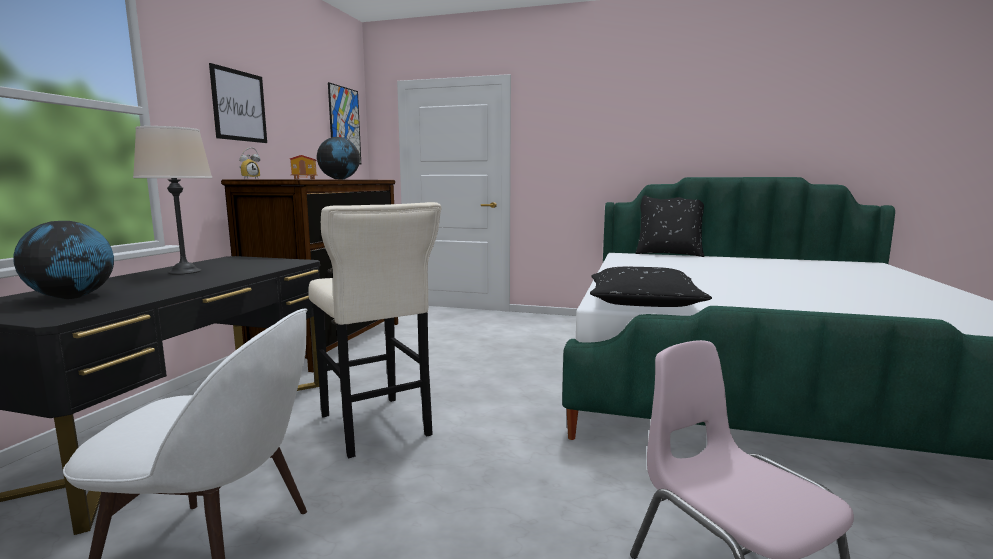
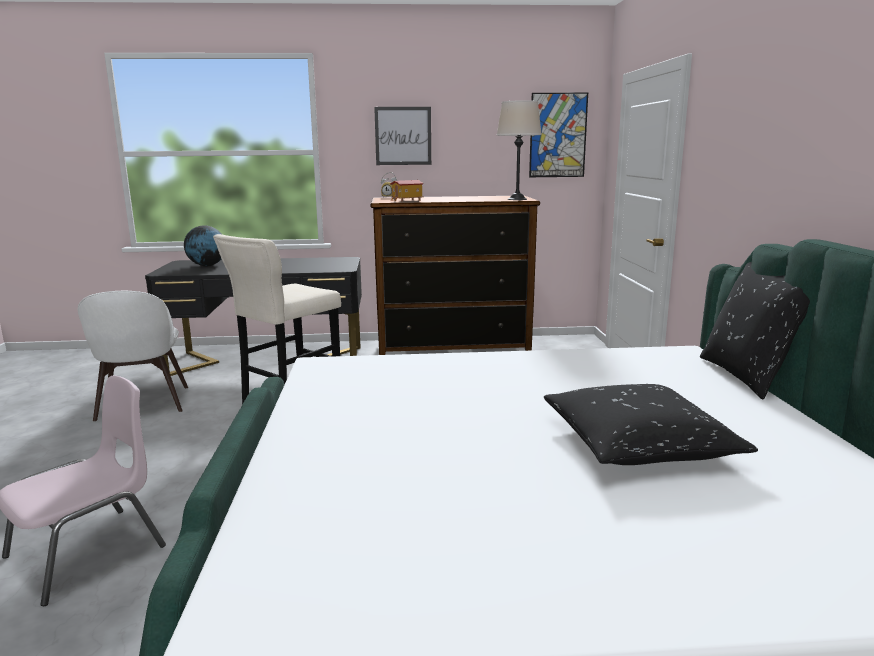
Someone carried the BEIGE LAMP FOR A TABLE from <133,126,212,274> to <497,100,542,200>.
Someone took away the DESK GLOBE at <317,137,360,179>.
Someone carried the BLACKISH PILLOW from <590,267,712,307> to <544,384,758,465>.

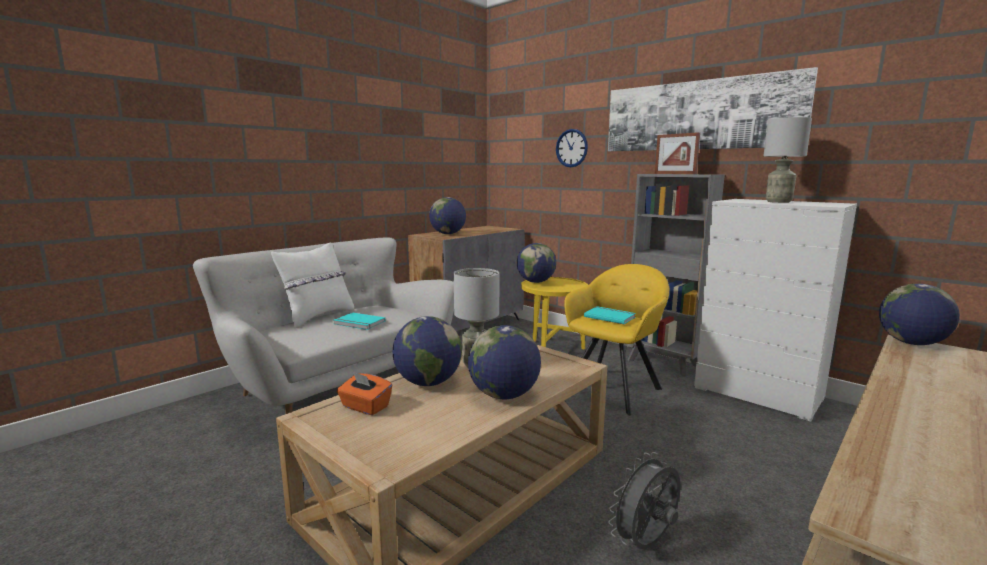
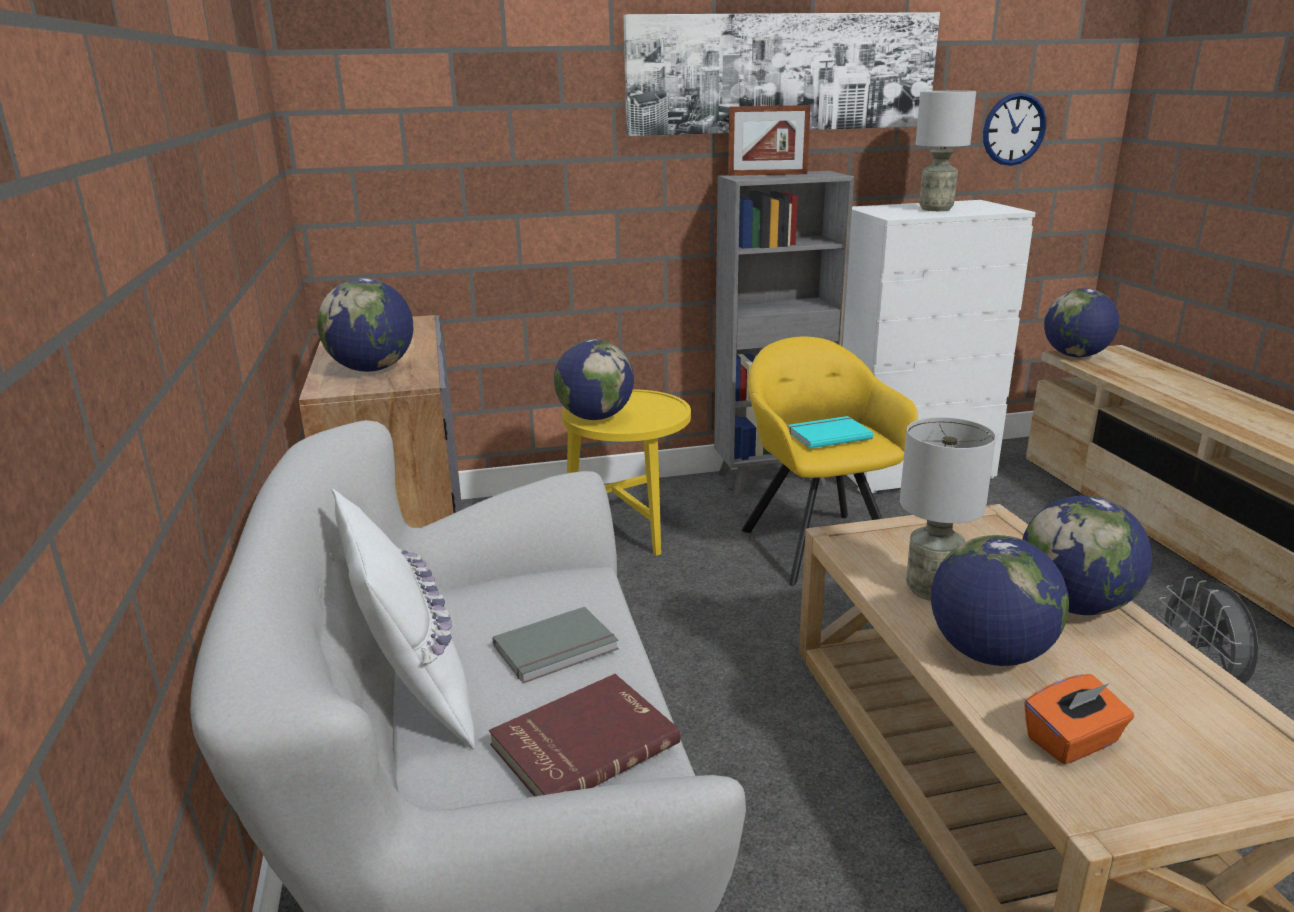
Someone carried the HANGING CLOCK from <556,129,588,167> to <983,93,1046,166>.
Someone repainted the TURQUOISE-COLOURED BOOK at <334,313,386,330>, which became the GREY BOOK at <493,607,619,683>.
Someone put down the REDDISH BOOK at <489,674,681,797>.

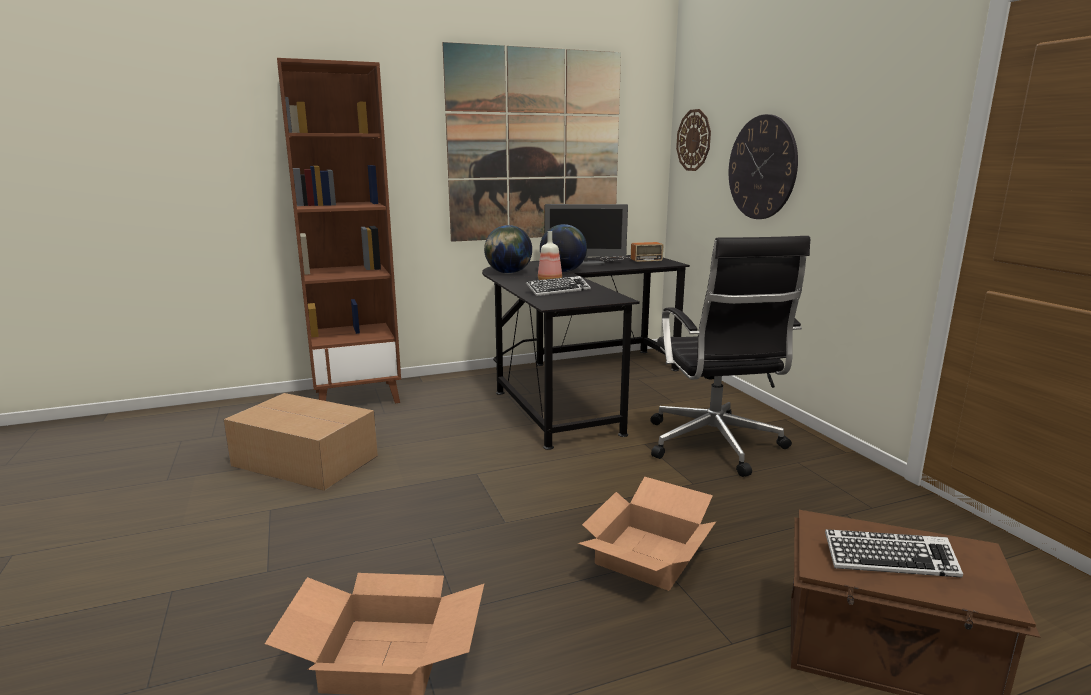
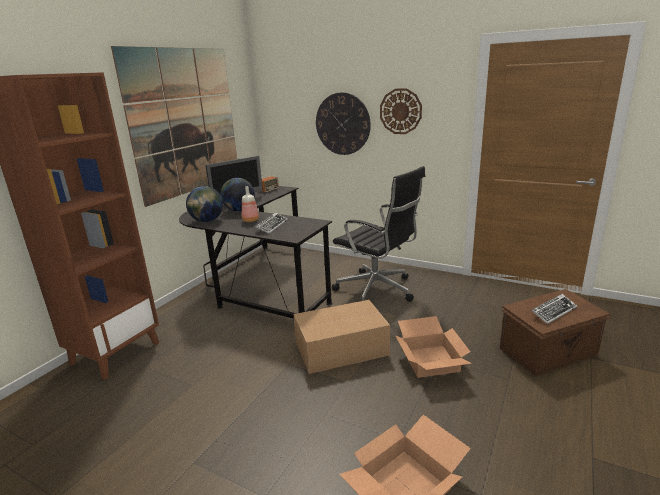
Someone carried the HANGING CLOCK from <676,109,711,171> to <380,88,422,134>.
Someone carried the CARTON from <224,393,378,491> to <294,300,390,374>.

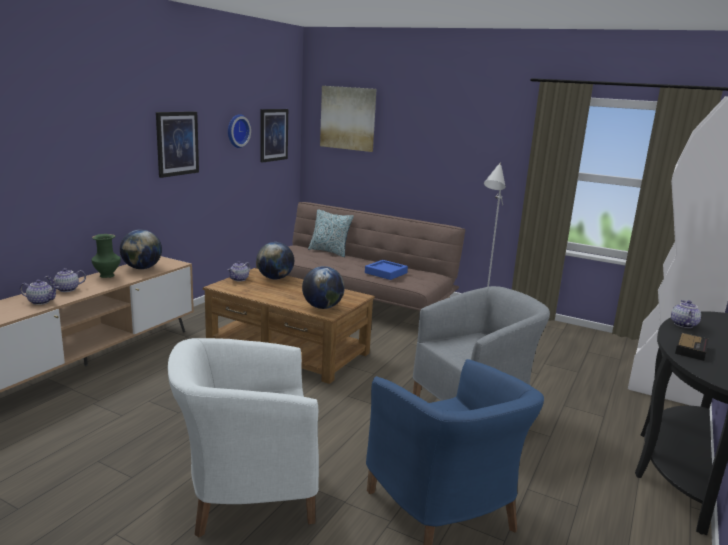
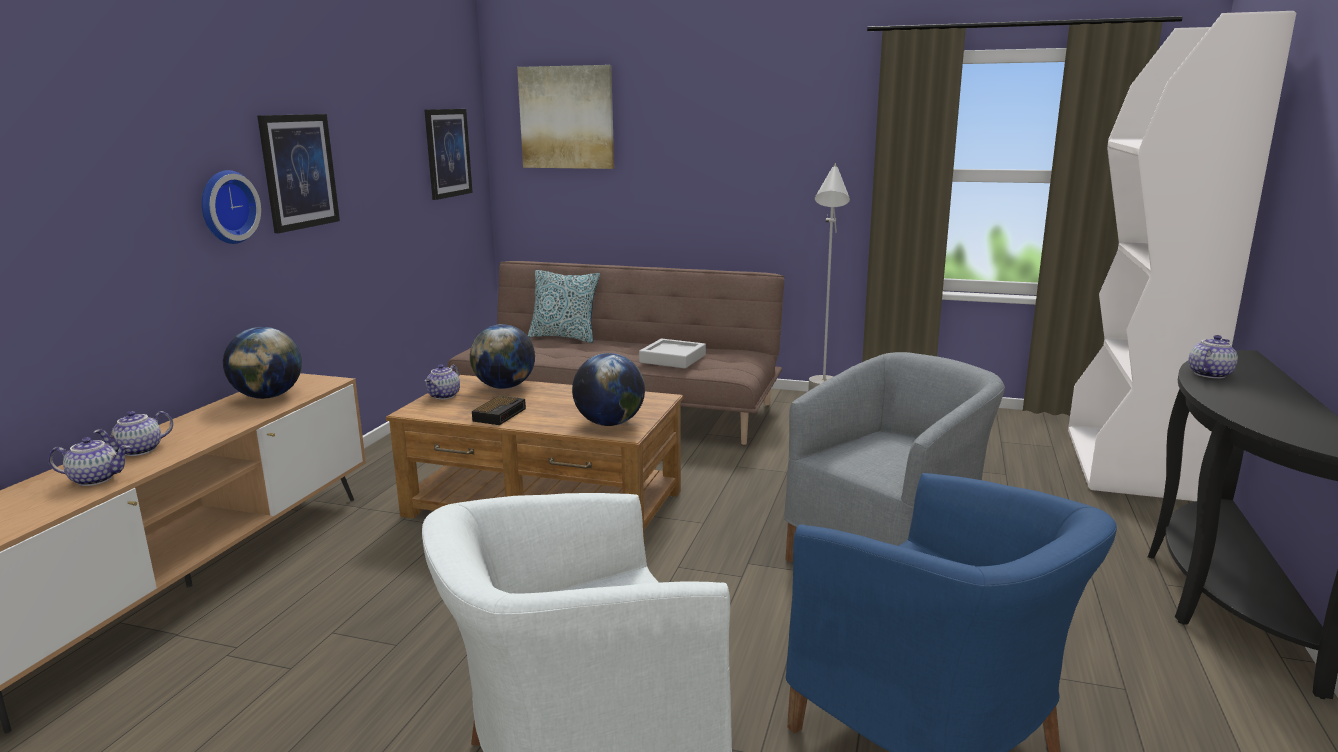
Someone carried the HANGING CLOCK from <228,114,251,148> to <202,170,261,244>.
Someone took away the GREEN DECORATIVE VASE at <91,234,121,278>.
Someone repainted the BLUE-COLOURED SERVING TRAY at <365,260,408,280>, which became the GREY SERVING TRAY at <639,338,706,368>.
Someone rotated the TEA POT at <671,300,701,328> by 45 degrees clockwise.
Someone carried the TABLE CLOCK from <675,332,709,361> to <472,396,526,425>.

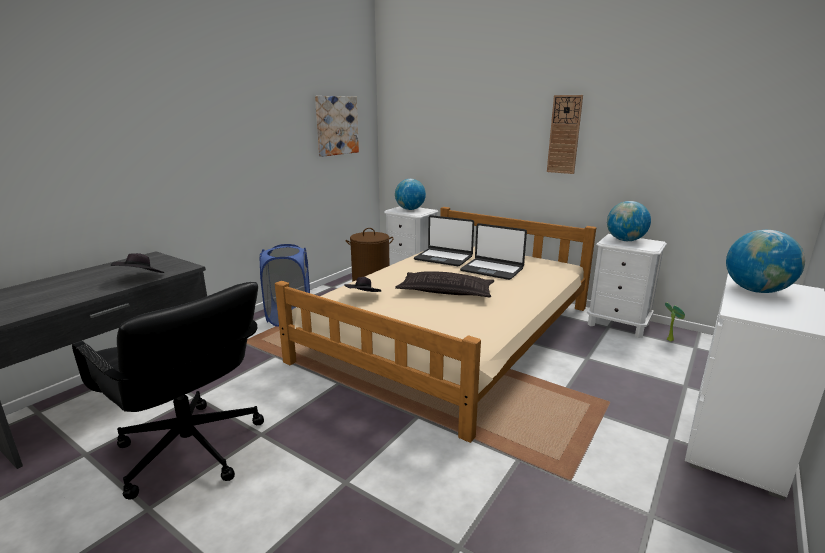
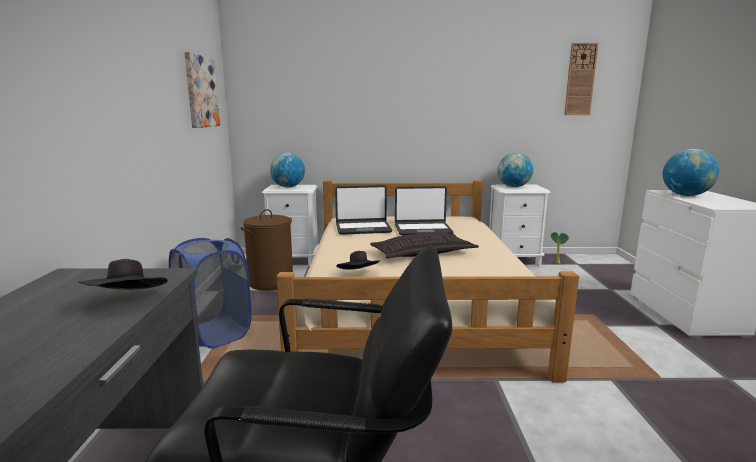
Someone carried the HANGING CLOCK from <547,95,583,174> to <564,43,599,115>.

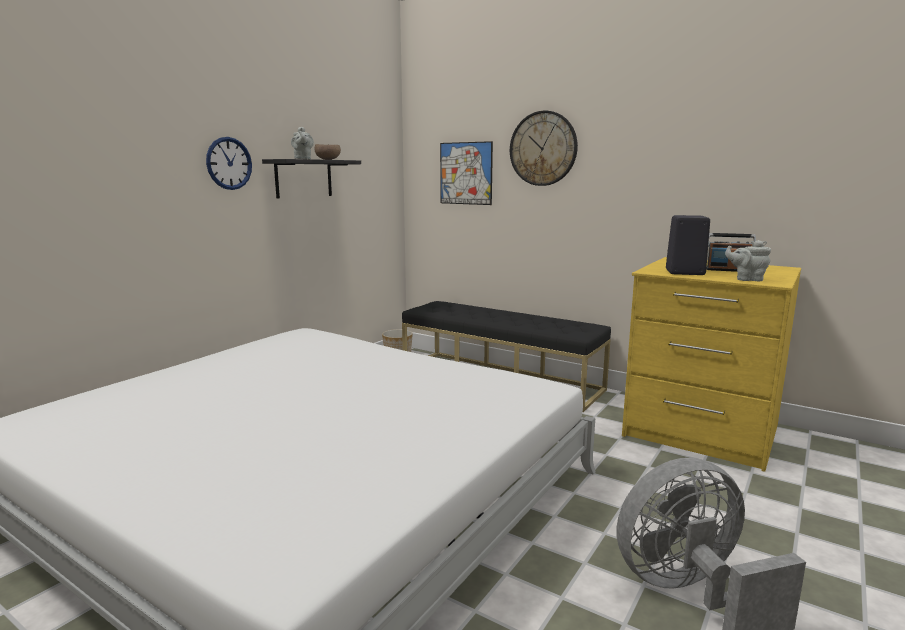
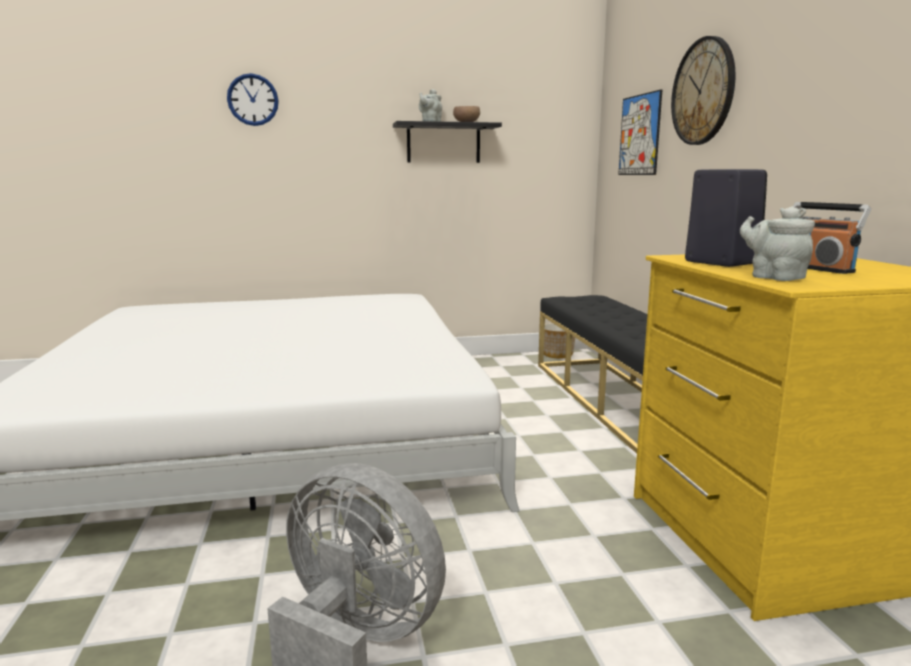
Someone carried the HANGING CLOCK from <206,137,252,190> to <227,73,279,126>.

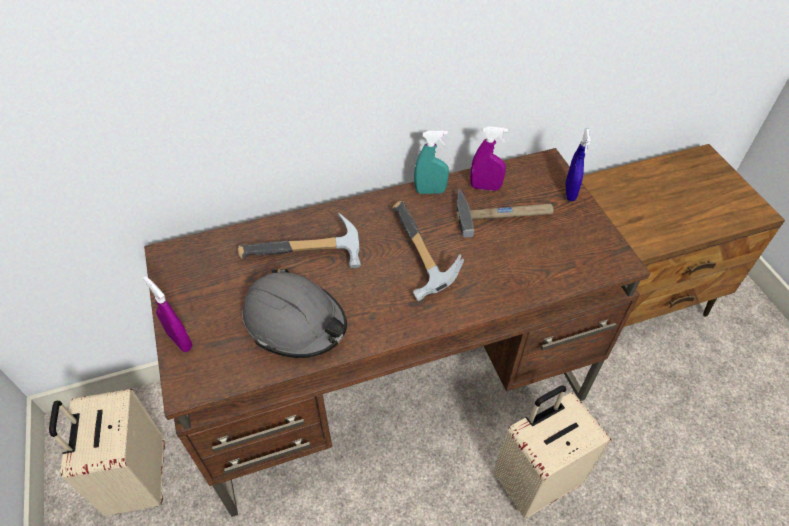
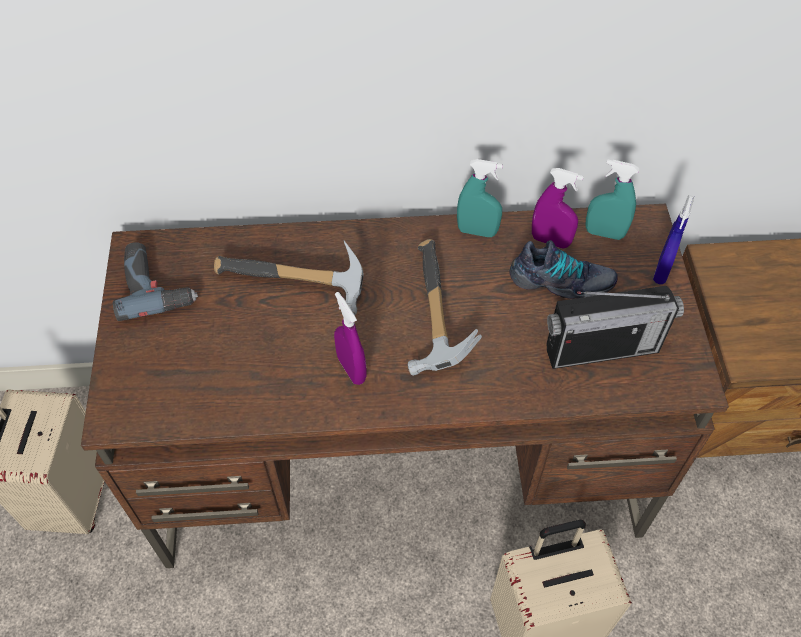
Someone swapped the HAND HAMMER at <456,190,554,238> for the SHOE at <509,240,618,299>.
Someone took away the GREY SAFETY HELMET at <242,268,347,358>.
Someone carried the PURPLE-COLOURED SPRAY BOTTLE from <143,276,192,352> to <334,292,367,385>.
Someone put down the TURQUOISE-COLOURED SPRAY BOTTLE at <585,159,639,240>.
Someone put down the POWER DRILL at <113,242,198,321>.
Someone put down the RADIO at <547,286,684,369>.

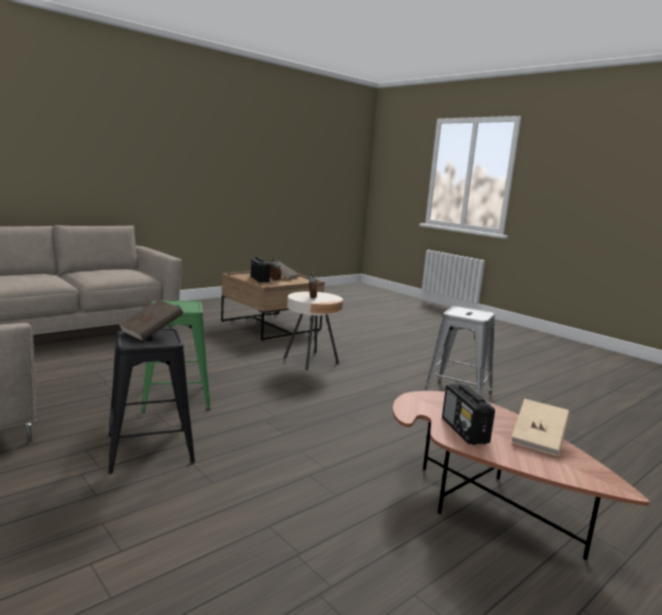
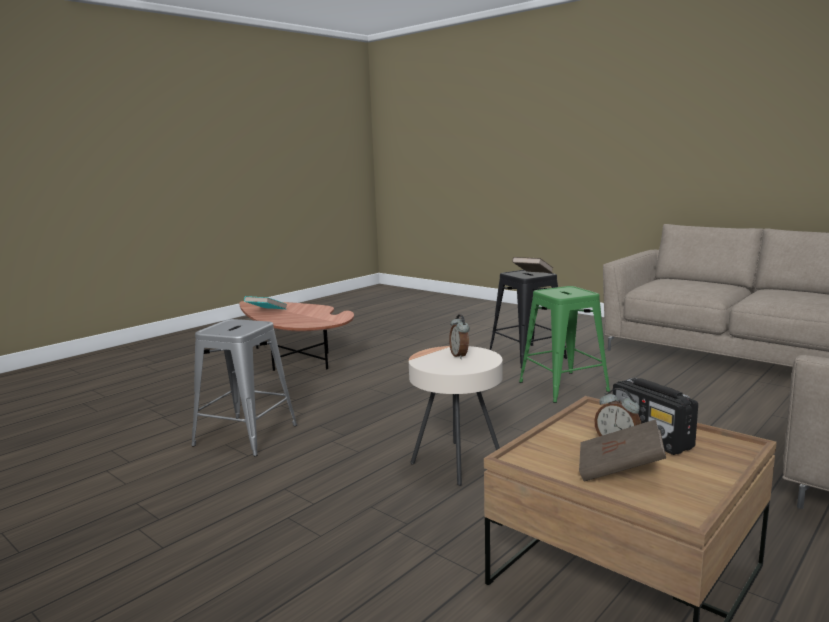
Someone took away the RADIO at <442,384,495,445>.
Someone repainted the BEIGE BOOK at <511,399,570,456>, which became the TURQUOISE-COLOURED BOOK at <244,296,287,309>.

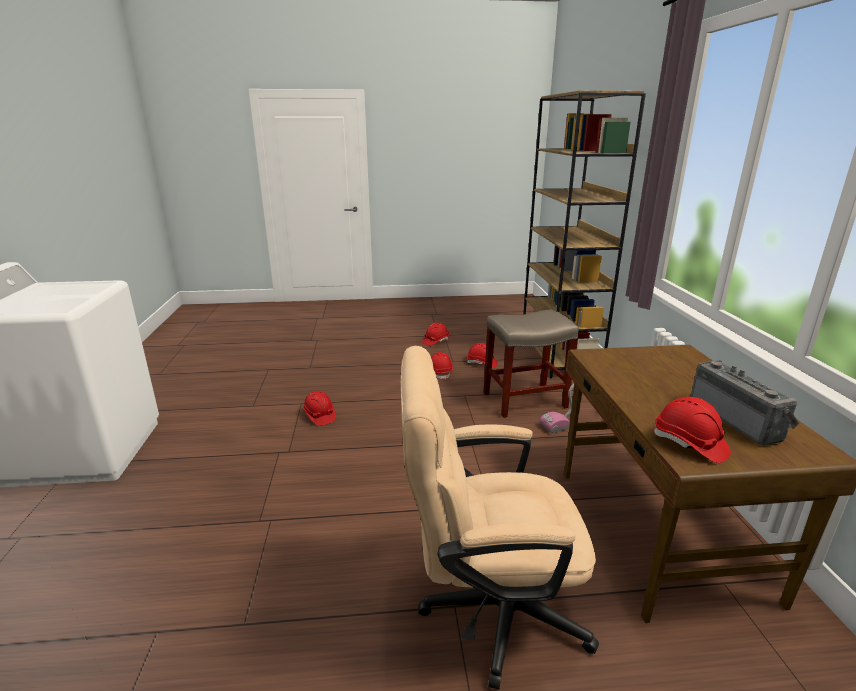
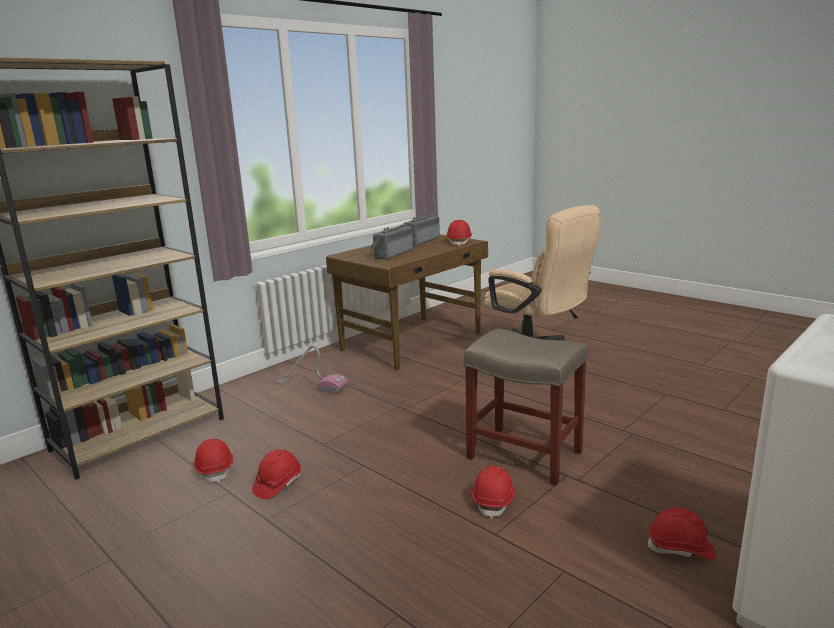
Someone carried the BEIGE STOOL from <483,309,579,418> to <464,329,588,486>.
Someone carried the REDDISH SAFETY HELMET from <422,322,449,346> to <647,507,716,560>.
Someone put down the RADIO at <370,224,413,260>.

